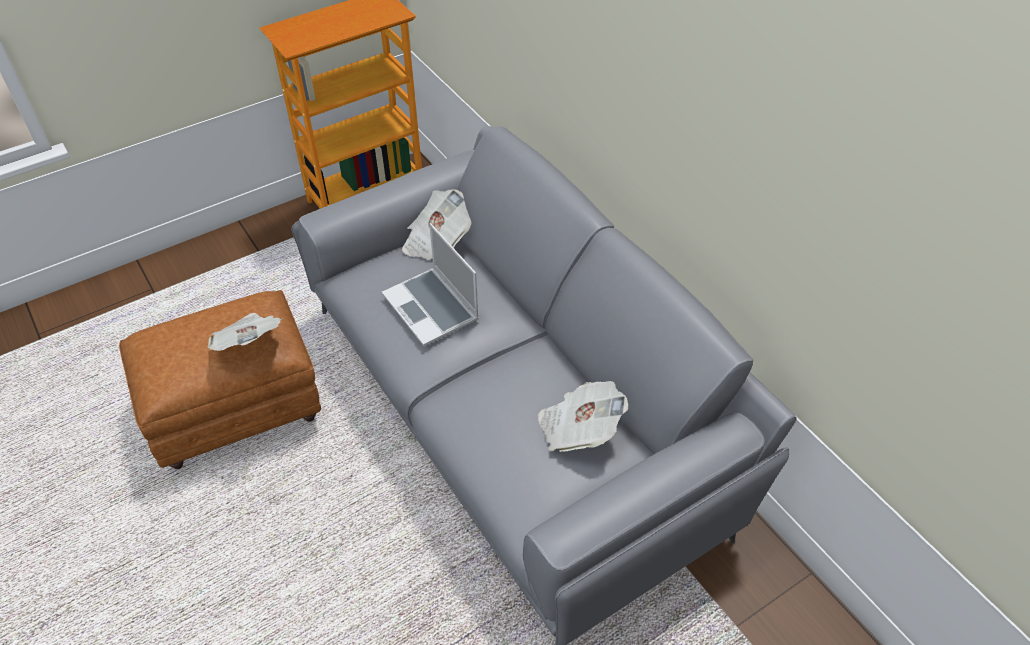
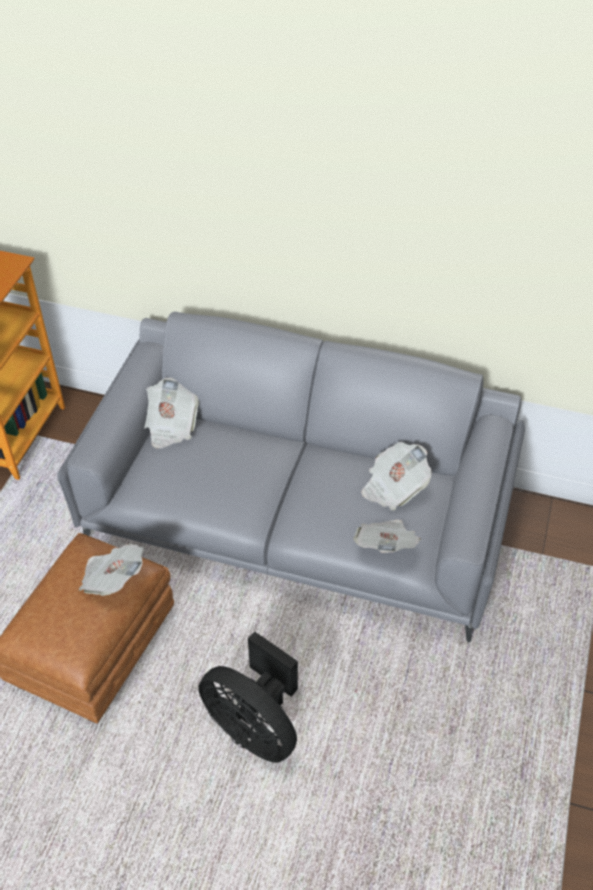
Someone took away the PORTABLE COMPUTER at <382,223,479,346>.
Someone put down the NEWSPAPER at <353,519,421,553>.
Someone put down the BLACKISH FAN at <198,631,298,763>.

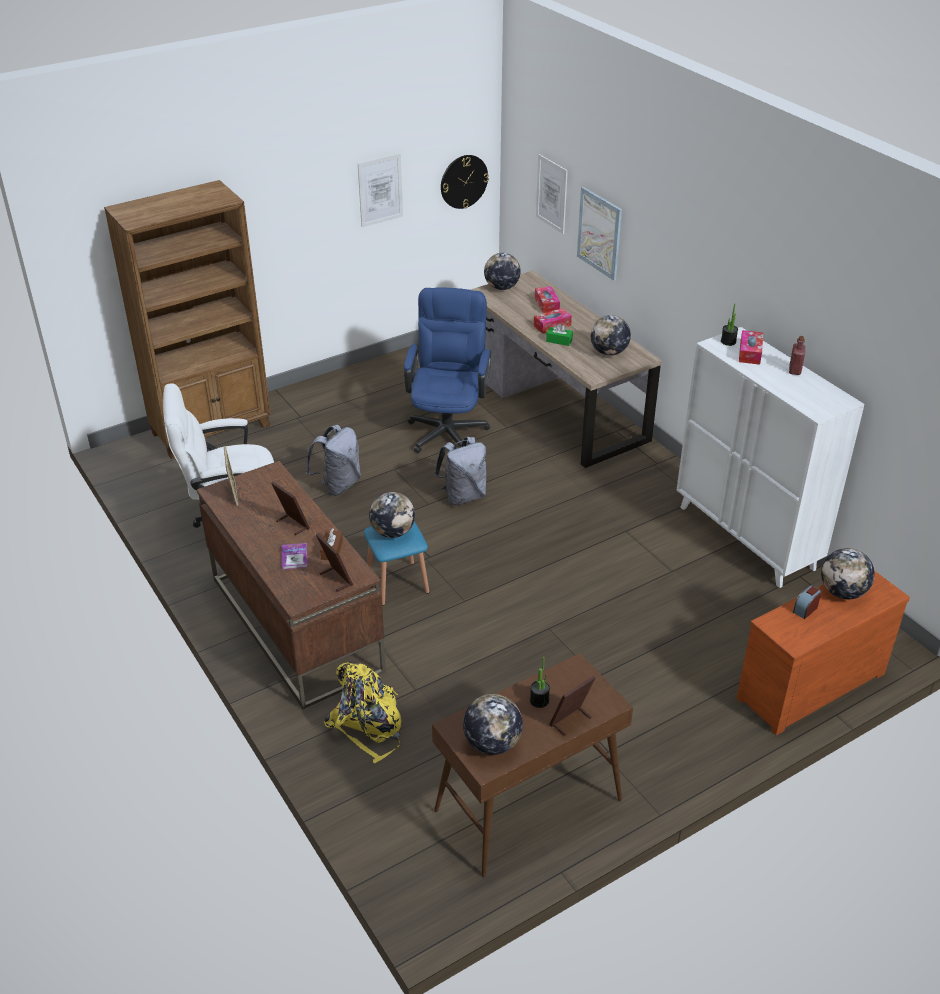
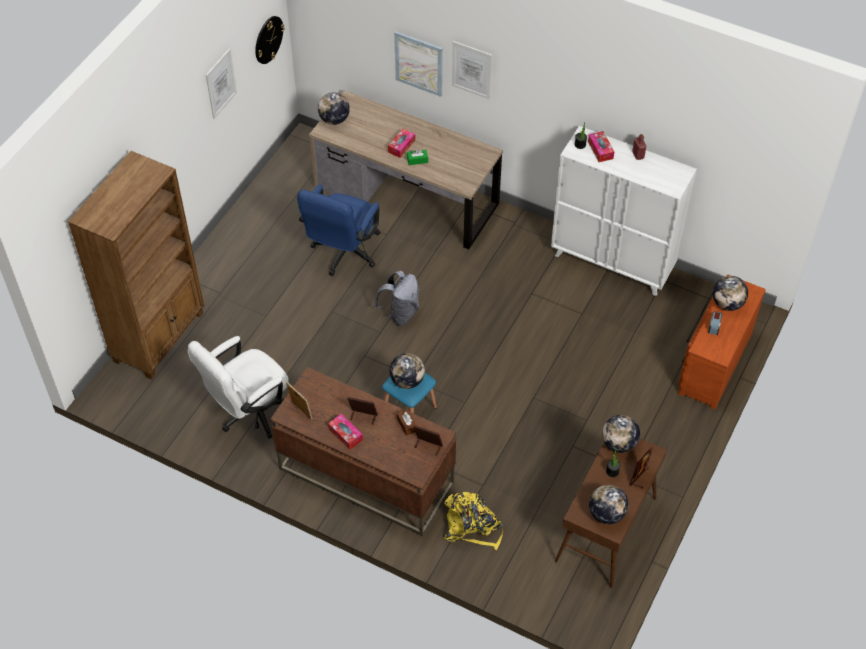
Someone carried the WALL PICTURE from <536,154,568,234> to <452,41,492,99>.
Someone carried the TISSUE HOLDER from <535,287,560,313> to <328,414,363,450>.
Someone rotated the BLUE-COLOURED COMPUTER CHAIR at <404,288,491,453> by 135 degrees counterclockwise.
Someone carried the DESK GLOBE from <591,315,631,356> to <602,415,640,453>.
Someone took away the GREY BACKPACK at <305,425,361,496>.
Someone took away the BOOK at <282,543,307,570>.

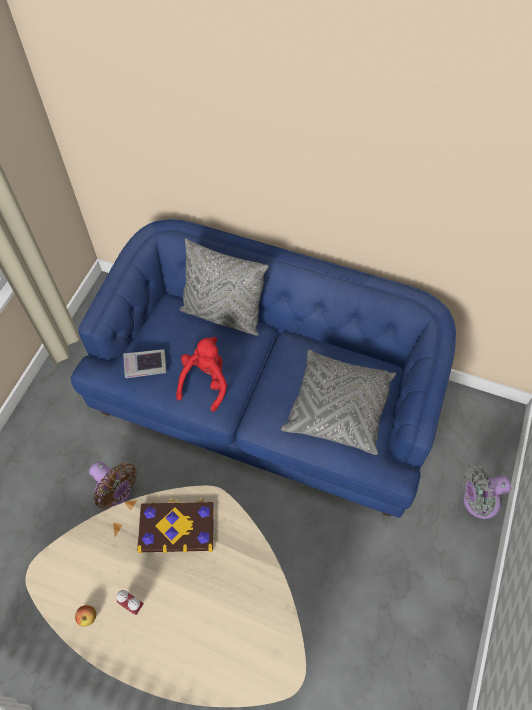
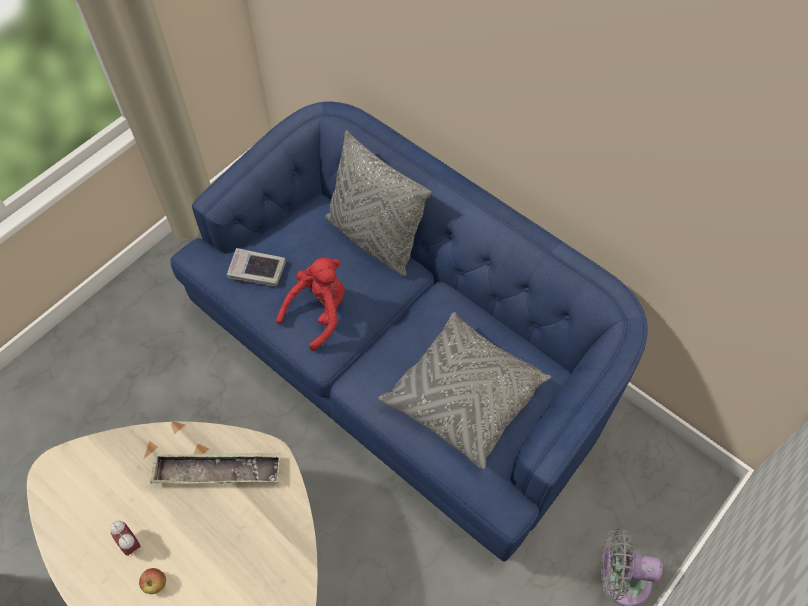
Someone took away the BROWNISH FAN at <89,461,137,509>.
Someone swapped the BOOK at <137,498,214,553> for the SERVING TRAY at <150,453,280,484>.
Someone carried the APPLE FRUIT from <75,605,96,627> to <139,568,166,594>.

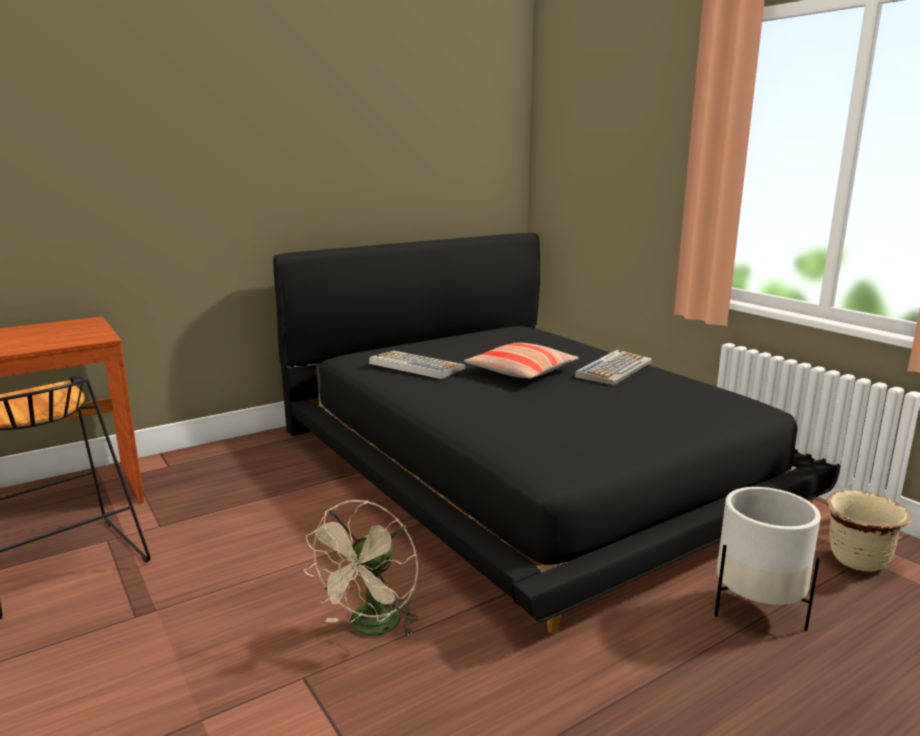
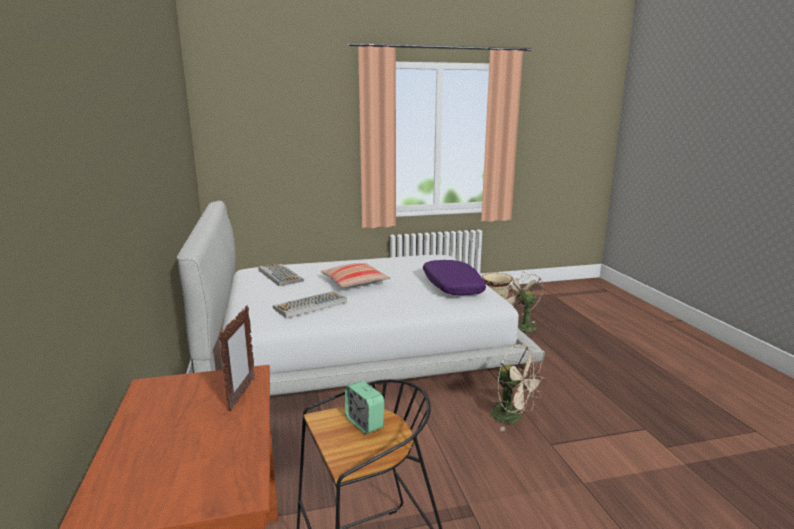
Someone repainted the BLACKISH BEDROOM BED at <273,233,840,634>, which became the WHITE BEDROOM BED at <177,201,545,396>.
Someone carried the KEYBOARD from <575,350,652,385> to <258,264,304,286>.
Someone swapped the WHITE PLANT POT at <714,487,821,631> for the BEIGE FAN at <502,271,543,335>.
Someone put down the PURPLE-COLOURED PILLOW at <423,260,486,295>.
Someone put down the PHOTO FRAME at <219,305,255,411>.
Someone put down the TABLE CLOCK at <345,381,384,434>.

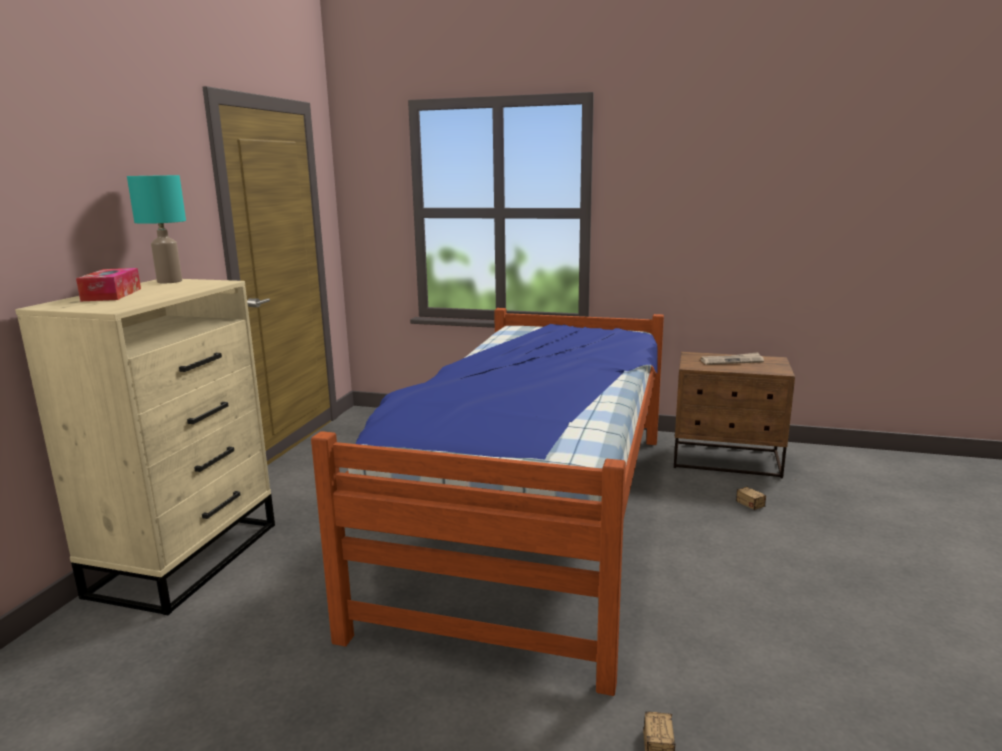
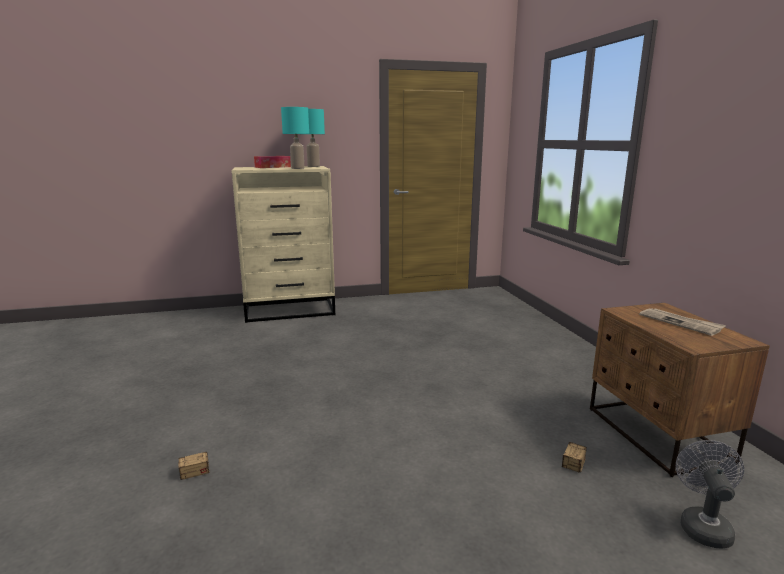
Someone took away the BEDROOM BED at <311,308,664,696>.
Someone put down the TURQUOISE-COLOURED LAMP FOR A TABLE at <281,107,309,169>.
Someone put down the GREY FAN at <676,440,744,549>.

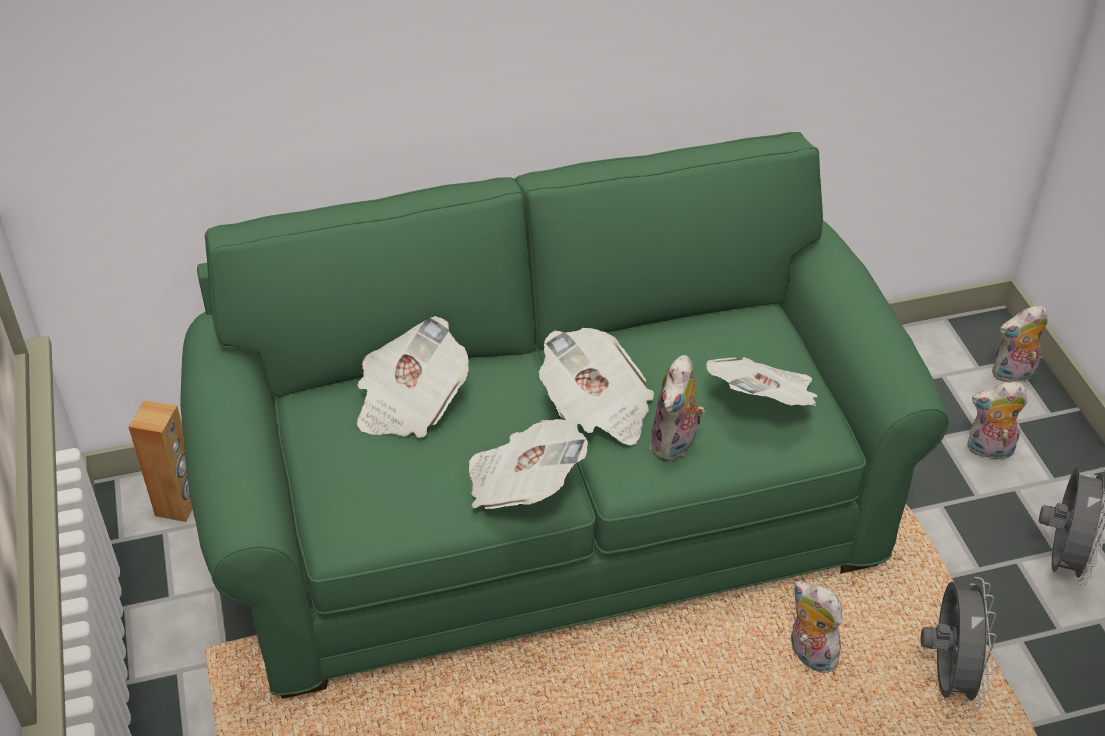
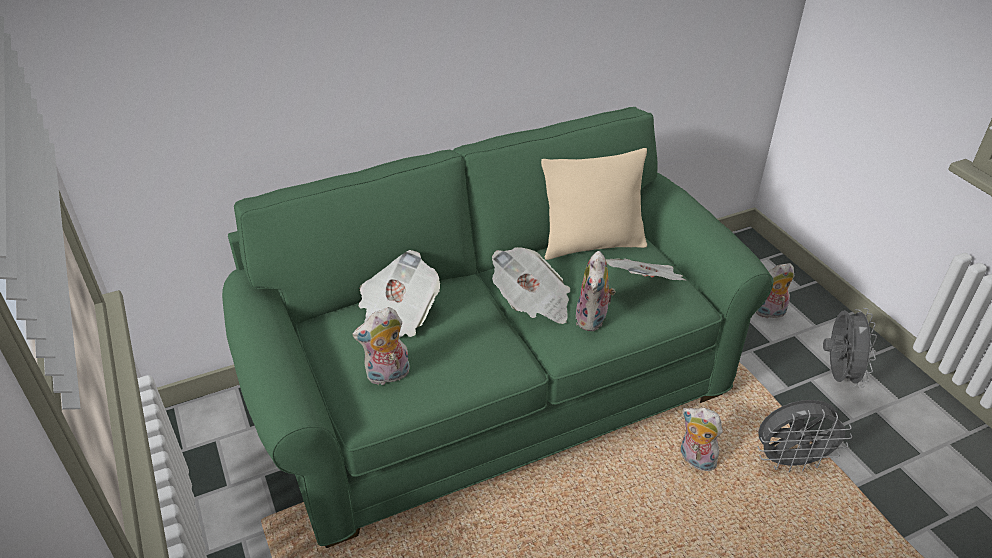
Someone carried the PLUSH TOY from <992,305,1048,384> to <352,307,410,385>.
Someone took away the BROWNISH AUDIO SPEAKER at <129,400,193,522>.
Someone took away the NEWSPAPER at <469,419,588,509>.
Someone rotated the GREY FAN at <921,577,997,709> by 90 degrees clockwise.
Someone put down the BEIGE PILLOW at <541,148,647,260>.

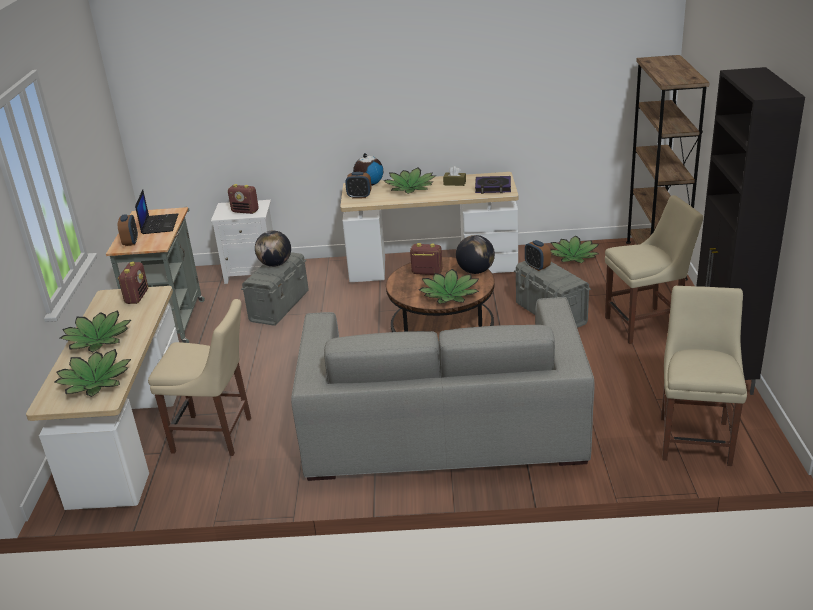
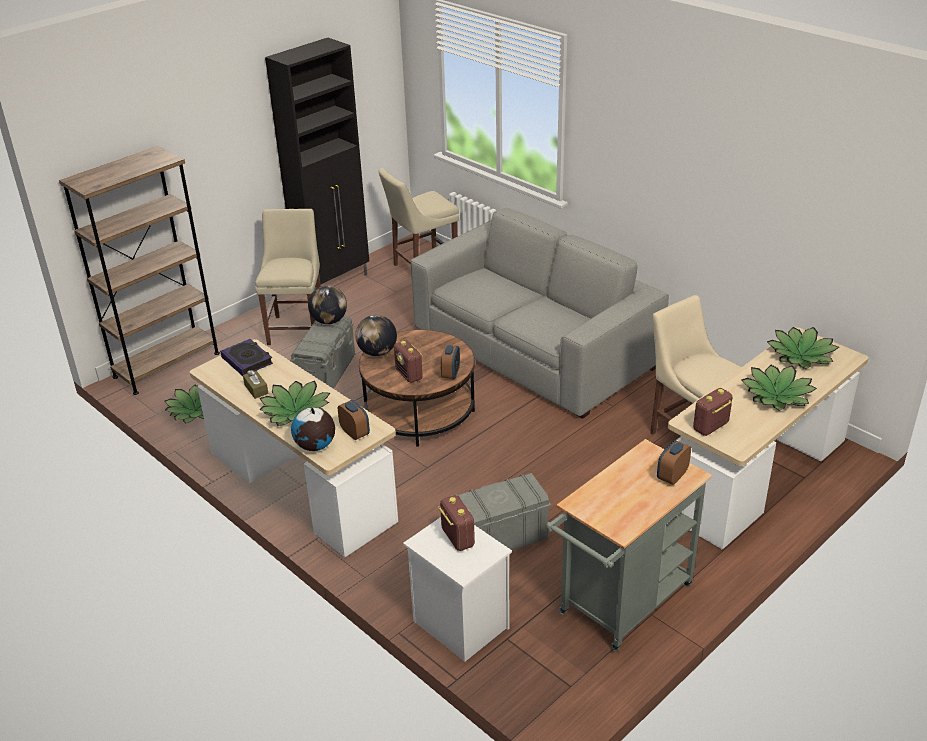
Someone took away the PORTABLE COMPUTER at <135,189,178,234>.
Someone rotated the BEIGE CHAIR at <605,195,704,344> by 60 degrees clockwise.
Someone carried the DESK GLOBE from <255,231,291,267> to <308,285,347,324>.
Someone carried the TABLE CLOCK from <525,240,551,271> to <441,345,460,379>.
Someone took away the PLANT IN A POT at <419,269,479,304>.

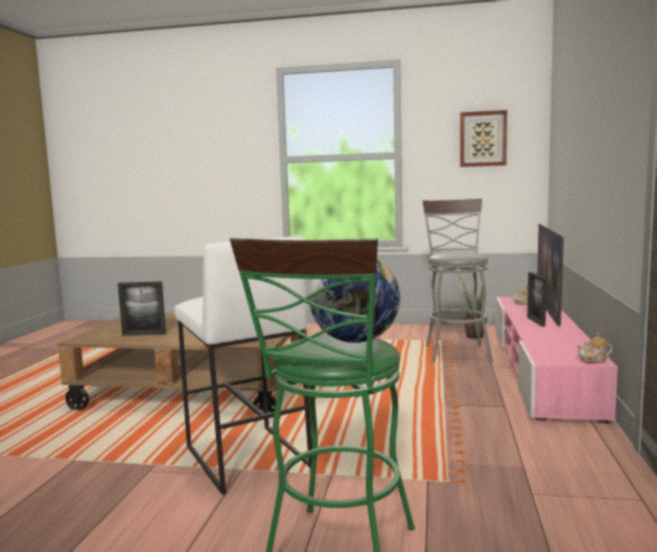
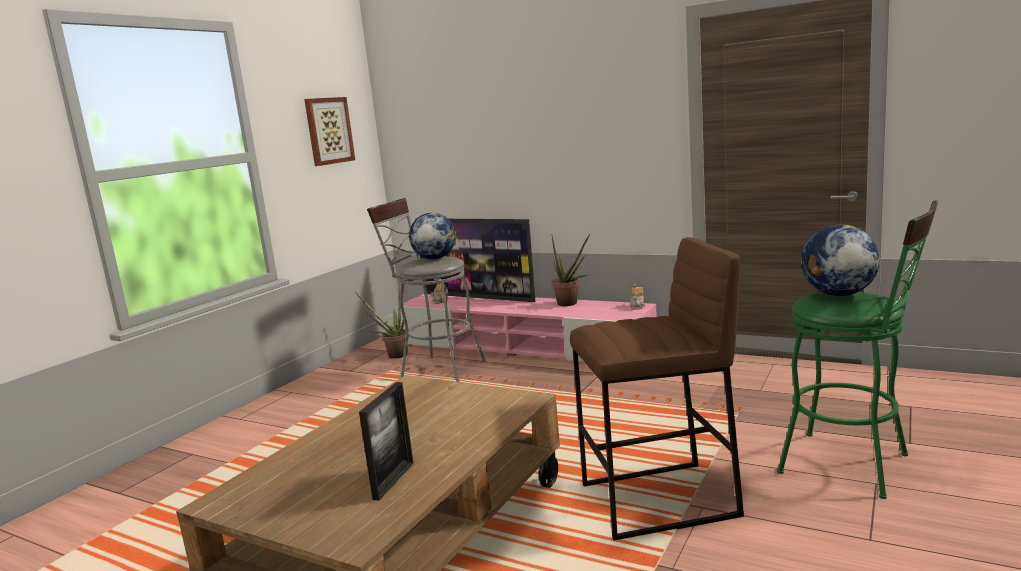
Someone repainted the WHITE STOOL at <174,237,312,495>, which became the BROWNISH STOOL at <570,237,744,540>.
Someone took away the PHOTO FRAME at <527,272,547,327>.
Someone put down the DESK GLOBE at <409,213,456,260>.
Someone put down the PLANT IN A POT at <551,234,590,306>.

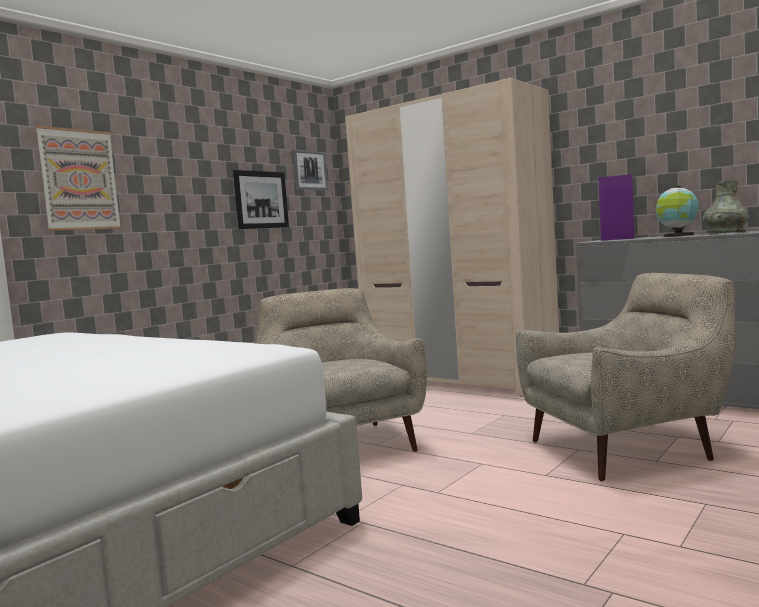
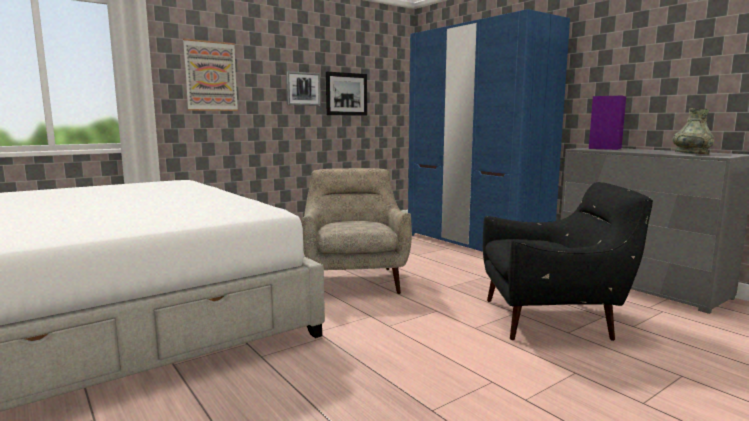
Someone repainted the BEIGE WARDROBE at <345,78,559,397>, which became the BLUE-COLOURED WARDROBE at <408,9,570,252>.
Someone carried the WALL PICTURE from <292,150,328,190> to <286,71,321,106>.
Someone took away the DESK GLOBE at <656,186,699,237>.
Someone repainted the BEIGE LOUNGE CHAIR at <516,273,736,481>, which became the BLACKISH LOUNGE CHAIR at <483,182,653,341>.

